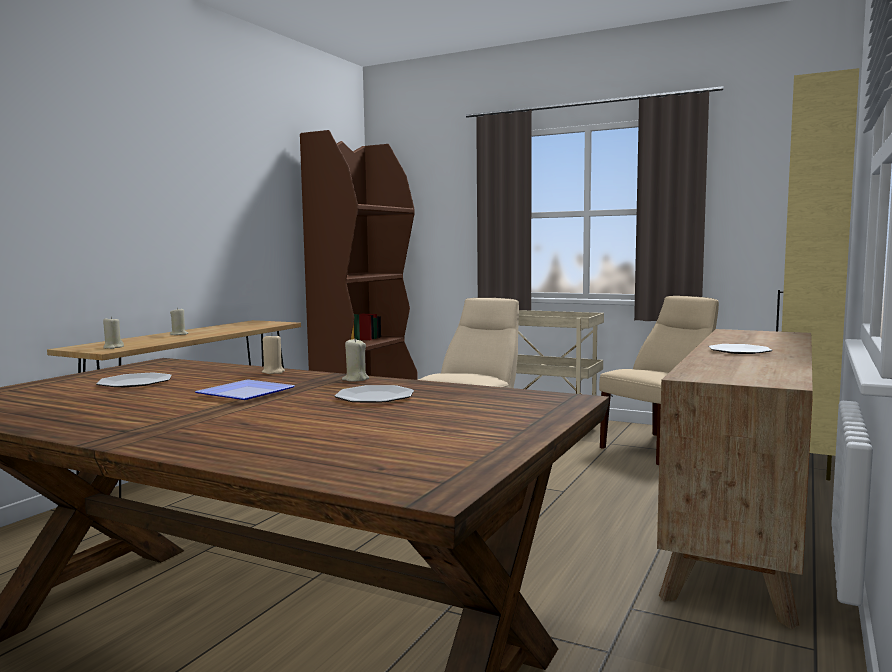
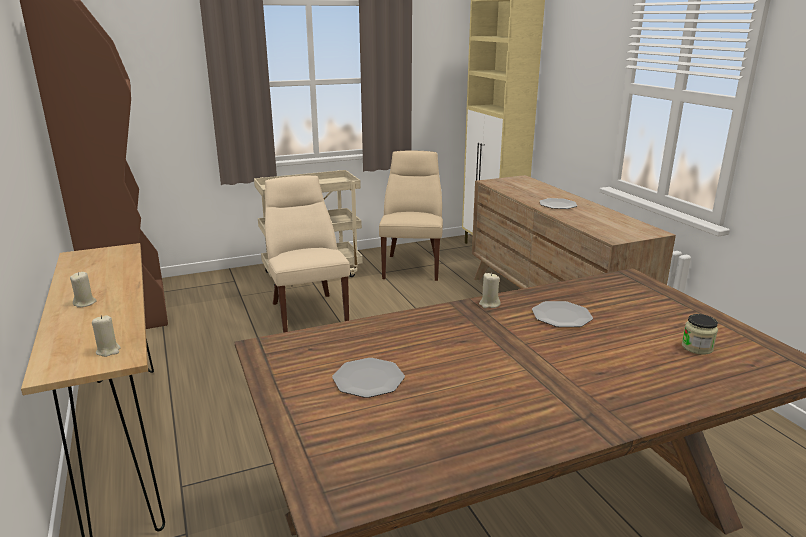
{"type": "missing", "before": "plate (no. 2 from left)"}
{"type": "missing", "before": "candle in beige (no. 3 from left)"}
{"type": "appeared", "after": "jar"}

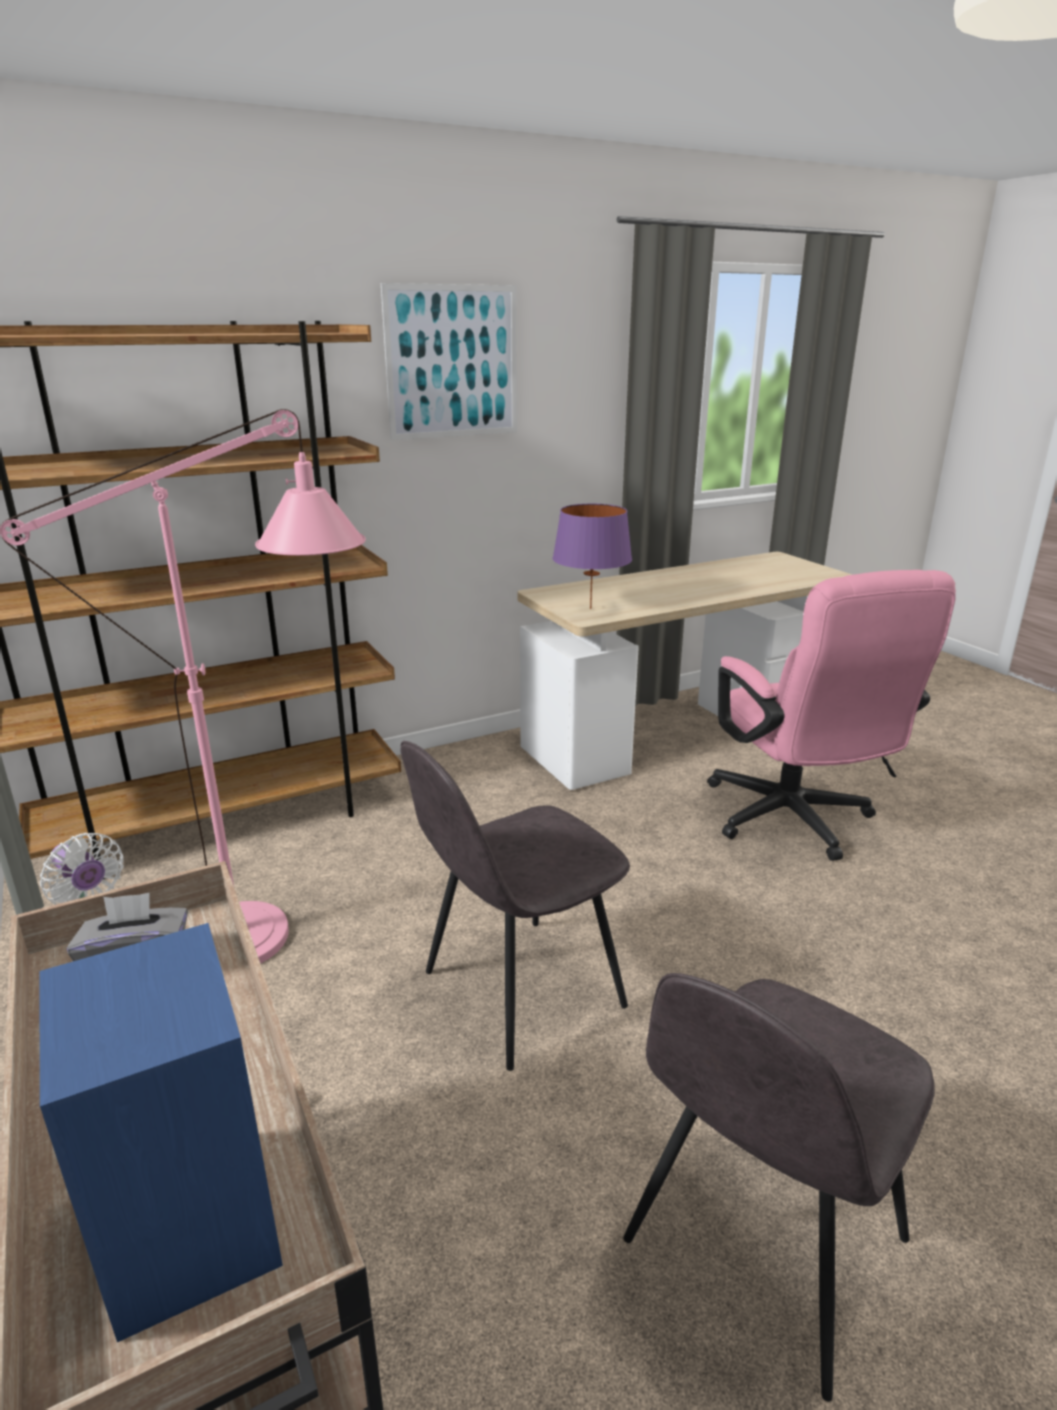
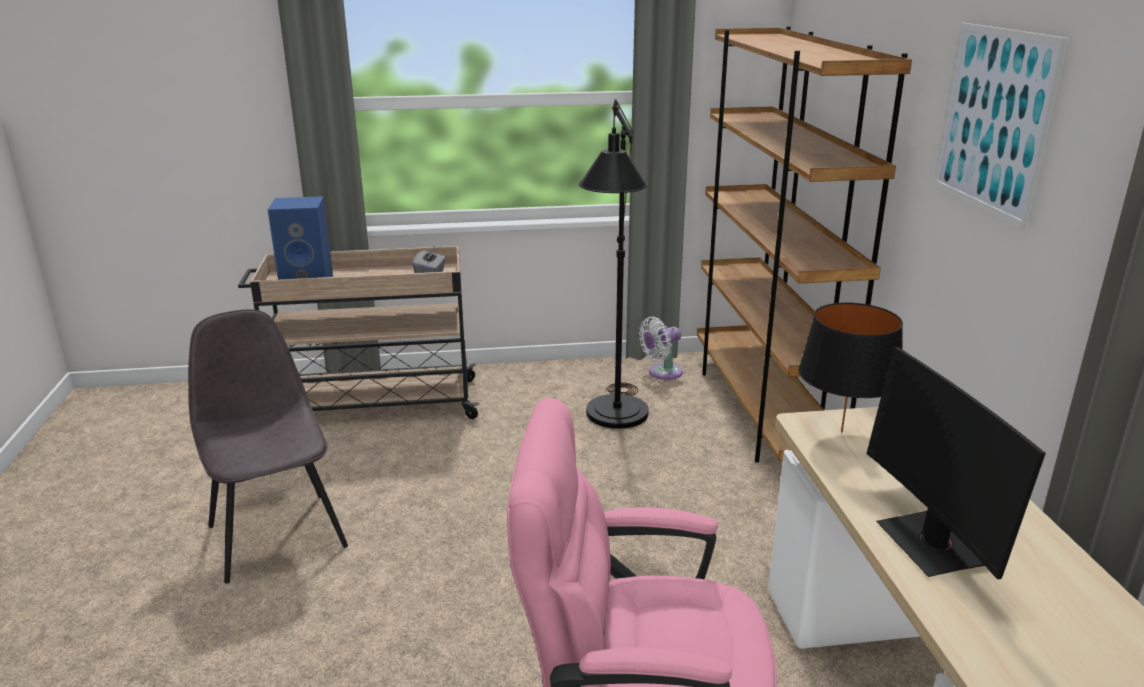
{"type": "missing", "before": "chair in grey (no. 1 from left)"}
{"type": "appeared", "after": "monitor"}
{"type": "colour", "before": "floor lamp in pink", "after": "floor lamp in black"}
{"type": "colour", "before": "table lamp in purple", "after": "table lamp in black"}

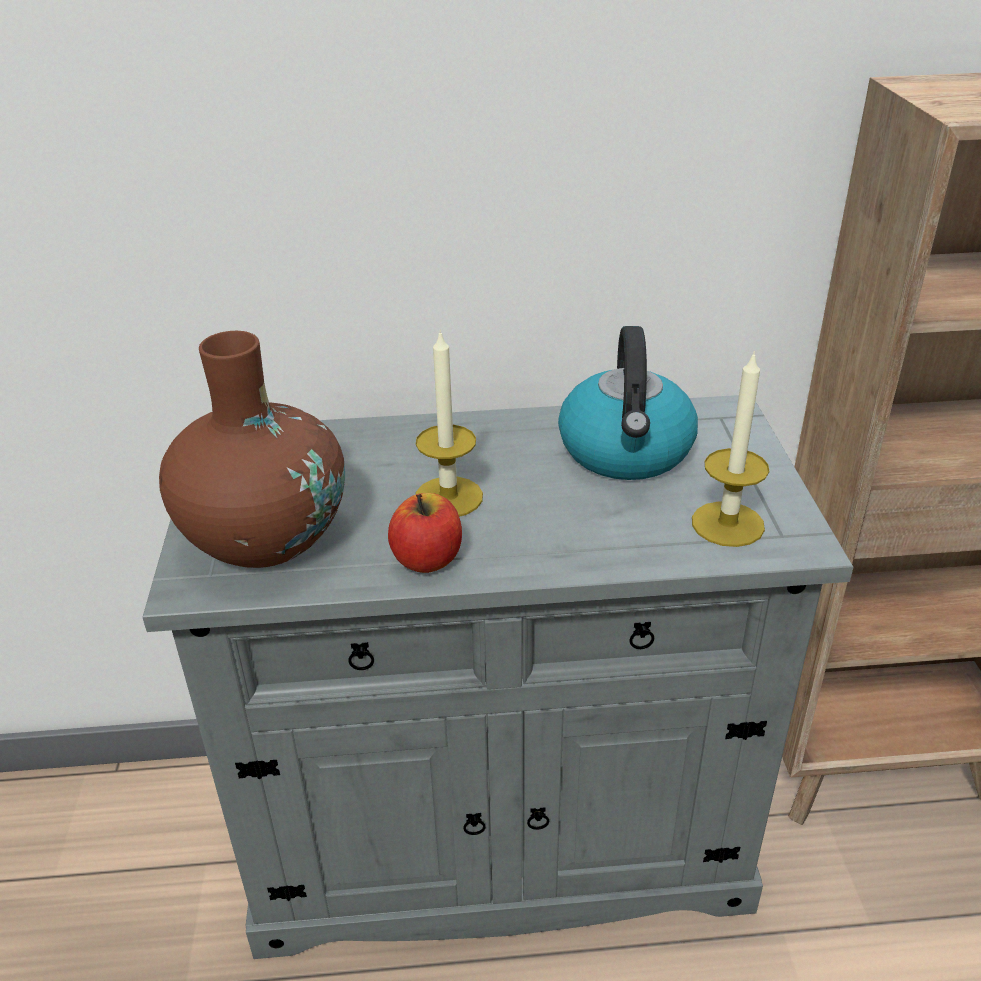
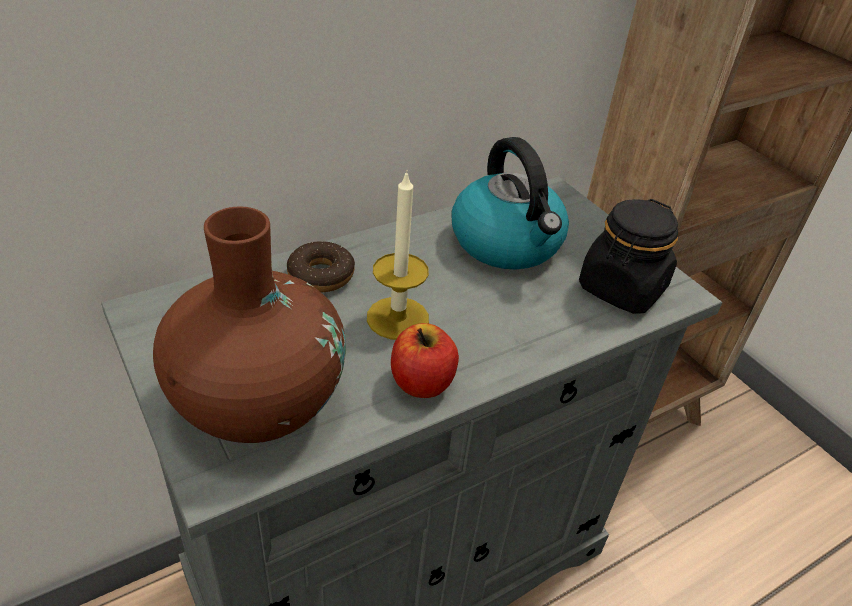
{"type": "appeared", "after": "donut"}
{"type": "exchanged", "before": "candle (no. 2 from left)", "after": "jar in black"}

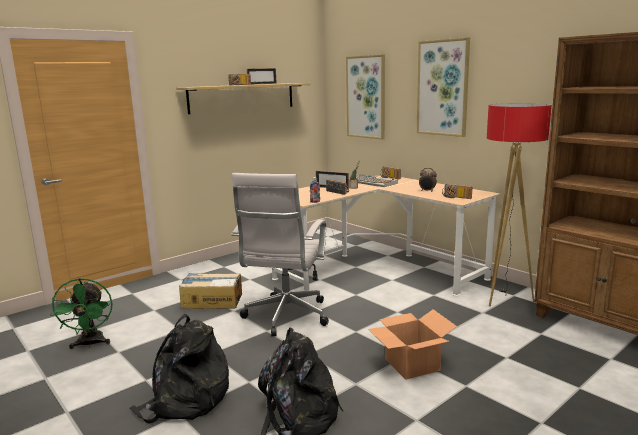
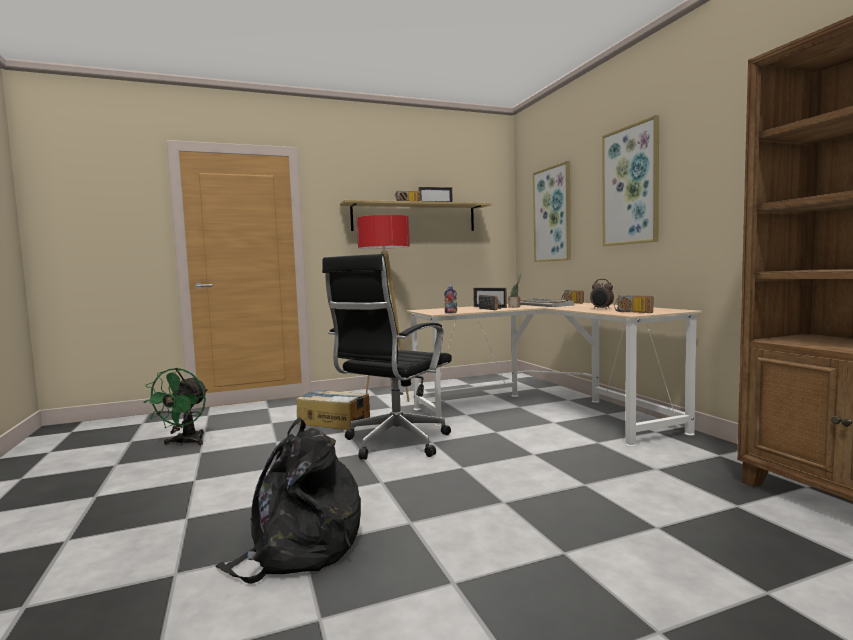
{"type": "missing", "before": "backpack in black (no. 1 from left)"}
{"type": "missing", "before": "cardboard box (no. 2 from left)"}
{"type": "relocated", "before": "floor lamp"}
{"type": "colour", "before": "office chair in white", "after": "office chair in black"}

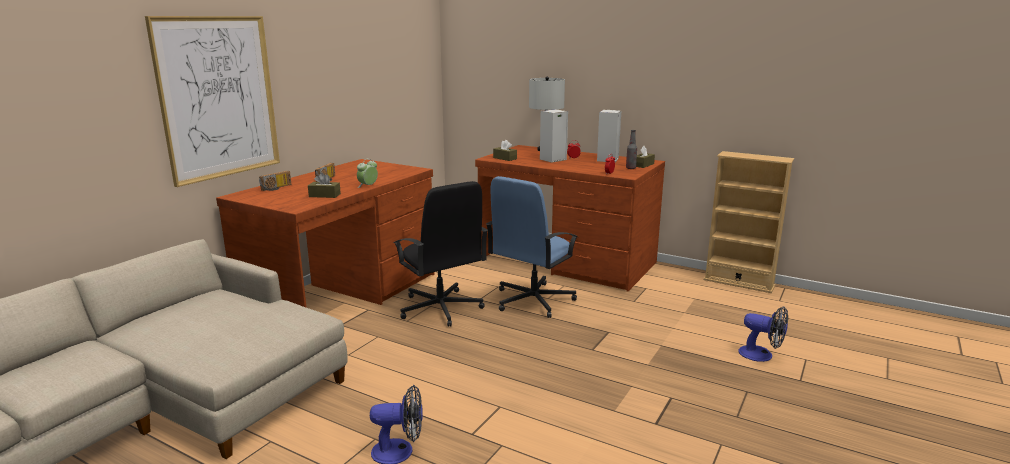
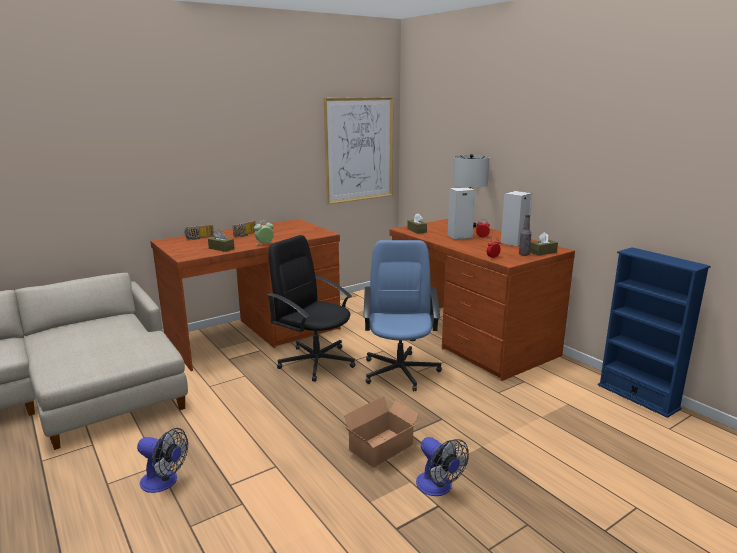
{"type": "appeared", "after": "cardboard box"}
{"type": "relocated", "before": "picture"}
{"type": "relocated", "before": "fan (no. 2 from left)"}
{"type": "colour", "before": "bookcase in beige", "after": "bookcase in blue"}
{"type": "spun", "before": "office chair in black", "turn": 135}
{"type": "spun", "before": "office chair in blue", "turn": 120}

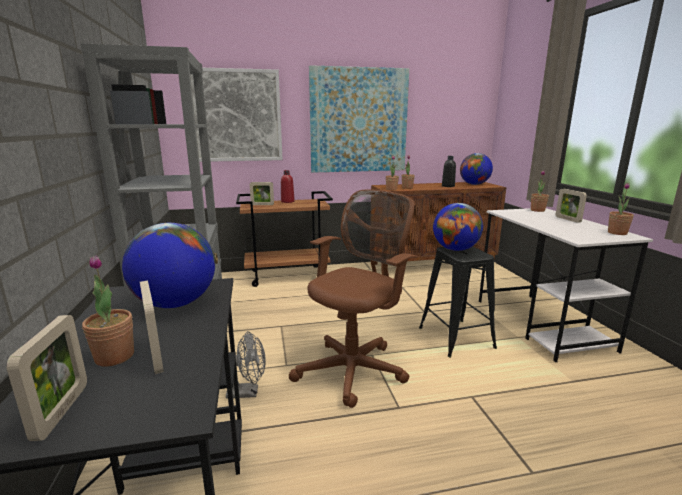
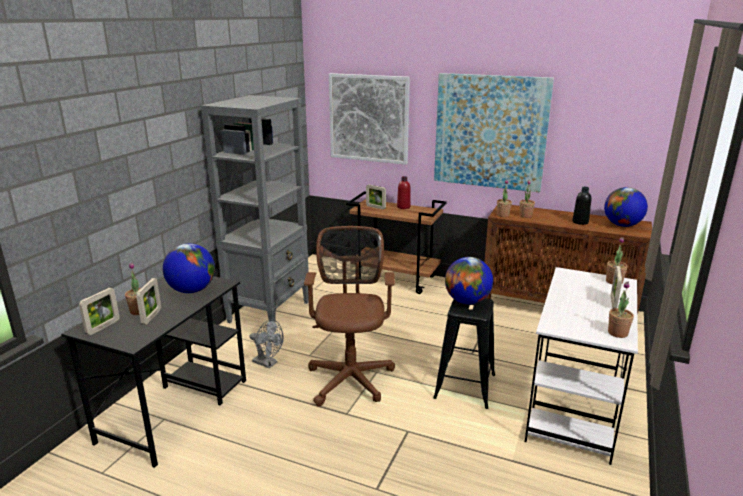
{"type": "spun", "before": "office chair in brown", "turn": -75}

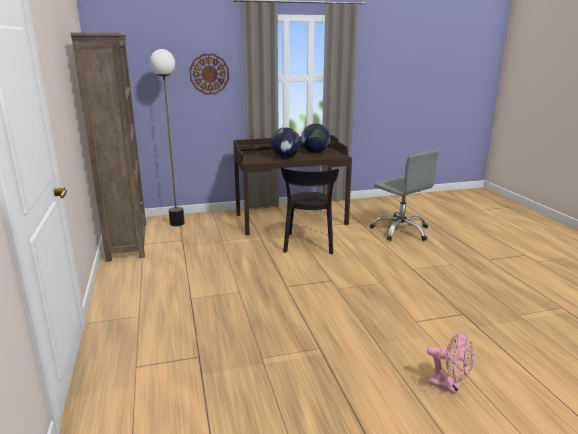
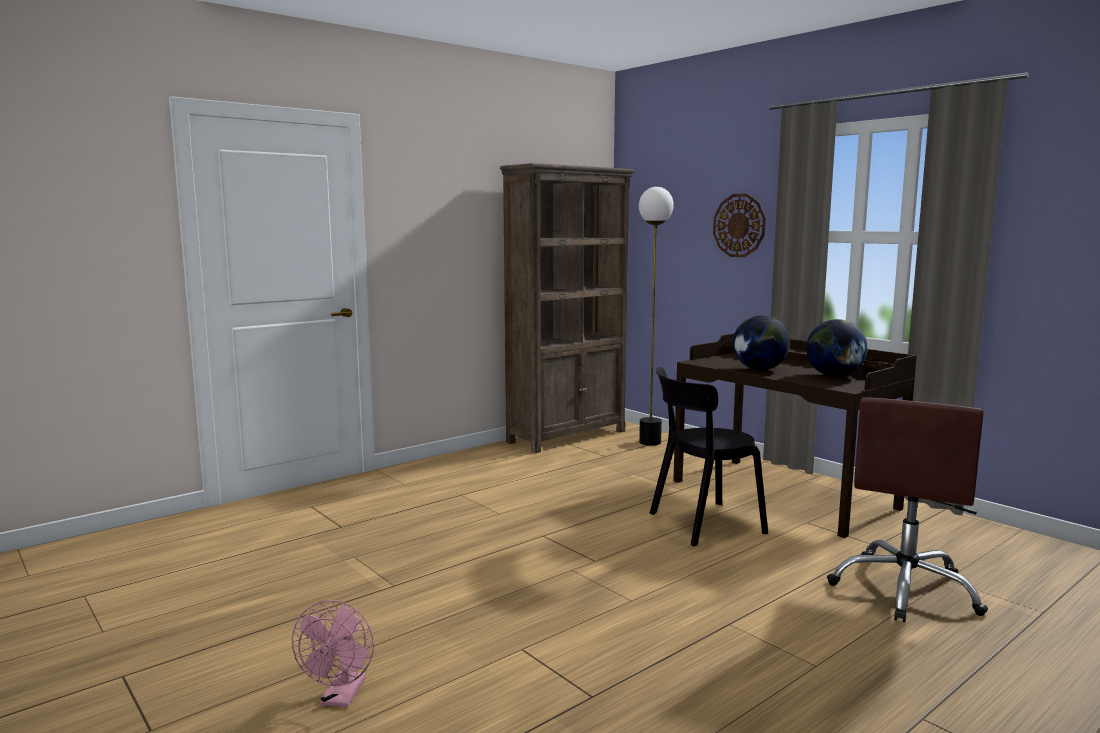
{"type": "colour", "before": "office chair in grey", "after": "office chair in brown"}

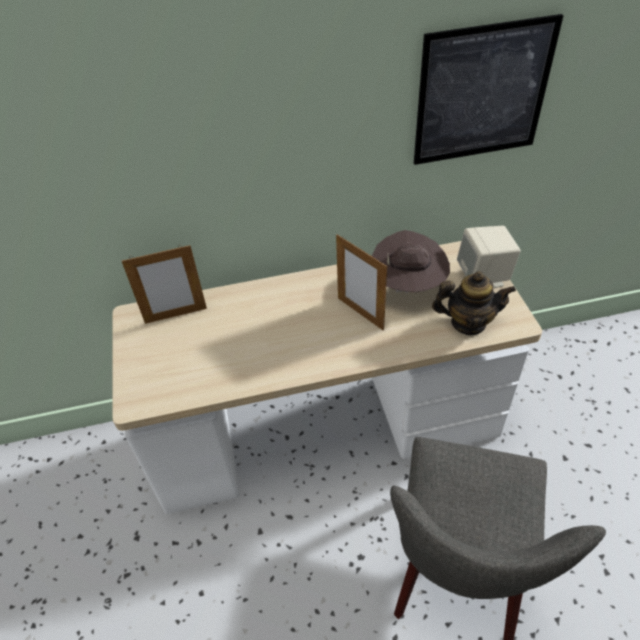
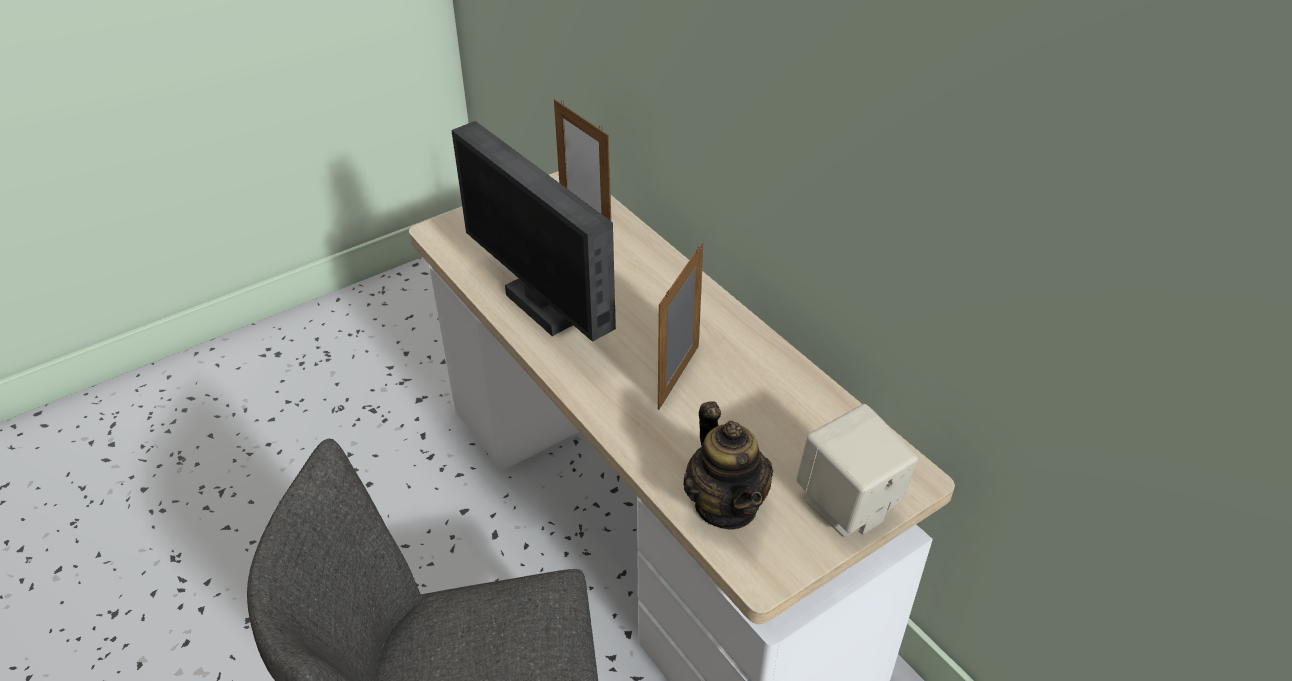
{"type": "missing", "before": "hat in brown"}
{"type": "missing", "before": "picture"}
{"type": "appeared", "after": "monitor"}

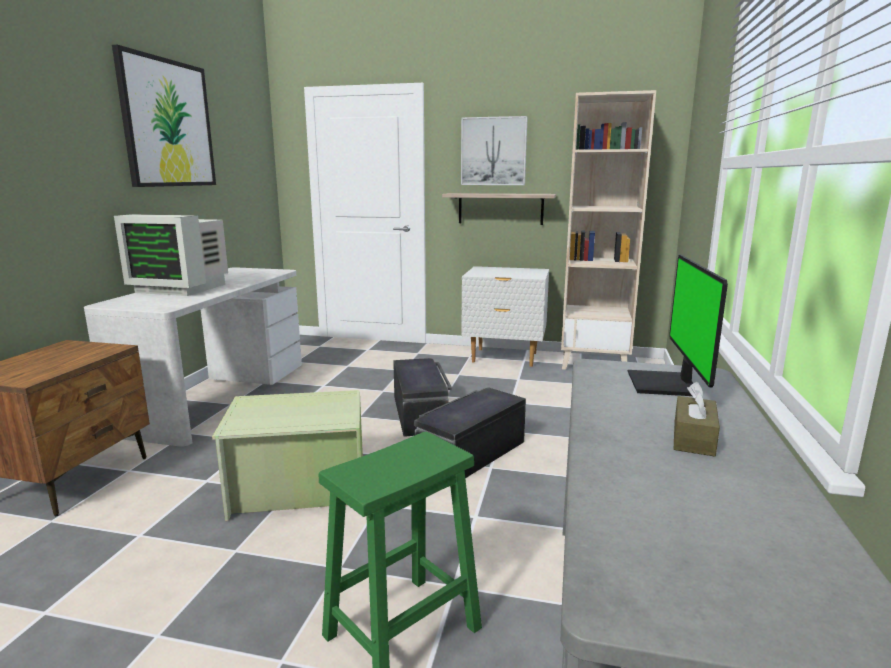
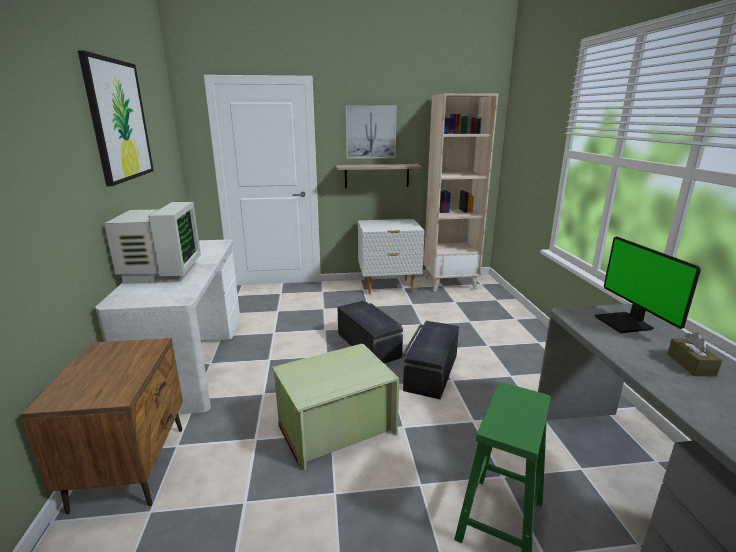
{"type": "spun", "before": "monitor (no. 1 from left)", "turn": -90}

